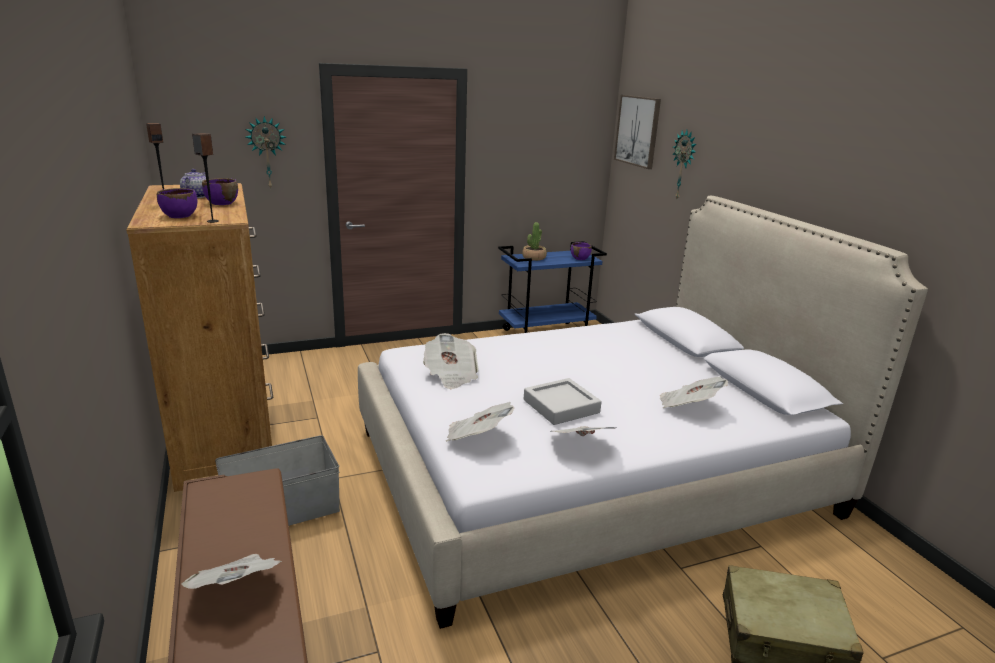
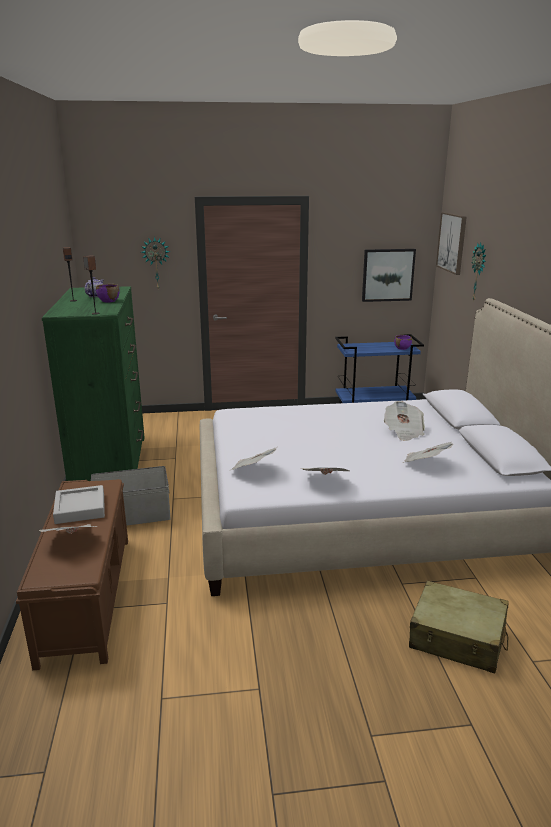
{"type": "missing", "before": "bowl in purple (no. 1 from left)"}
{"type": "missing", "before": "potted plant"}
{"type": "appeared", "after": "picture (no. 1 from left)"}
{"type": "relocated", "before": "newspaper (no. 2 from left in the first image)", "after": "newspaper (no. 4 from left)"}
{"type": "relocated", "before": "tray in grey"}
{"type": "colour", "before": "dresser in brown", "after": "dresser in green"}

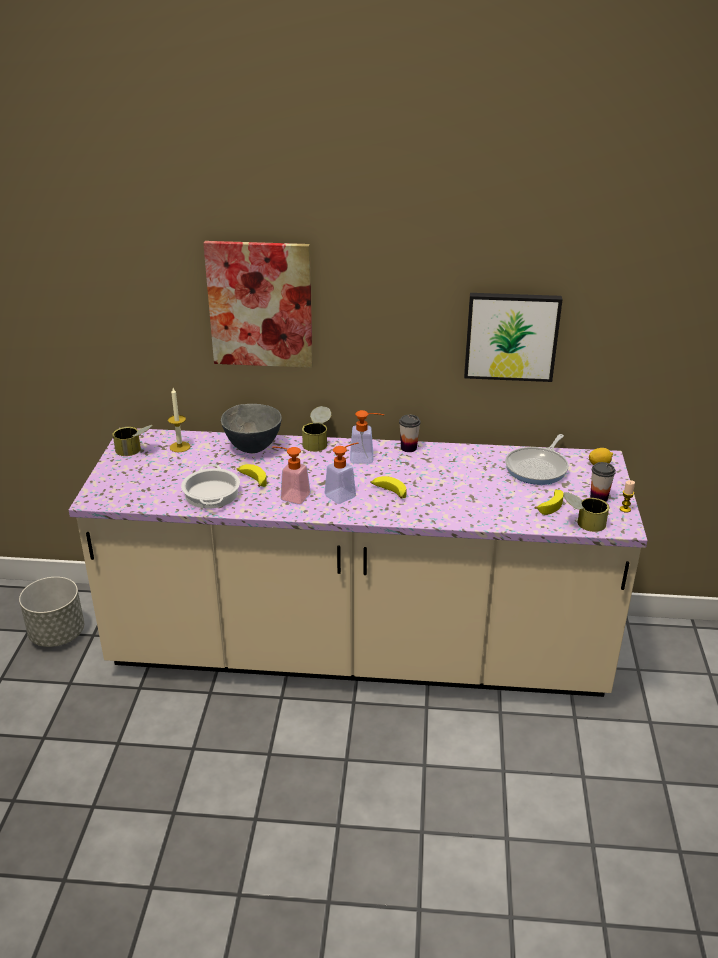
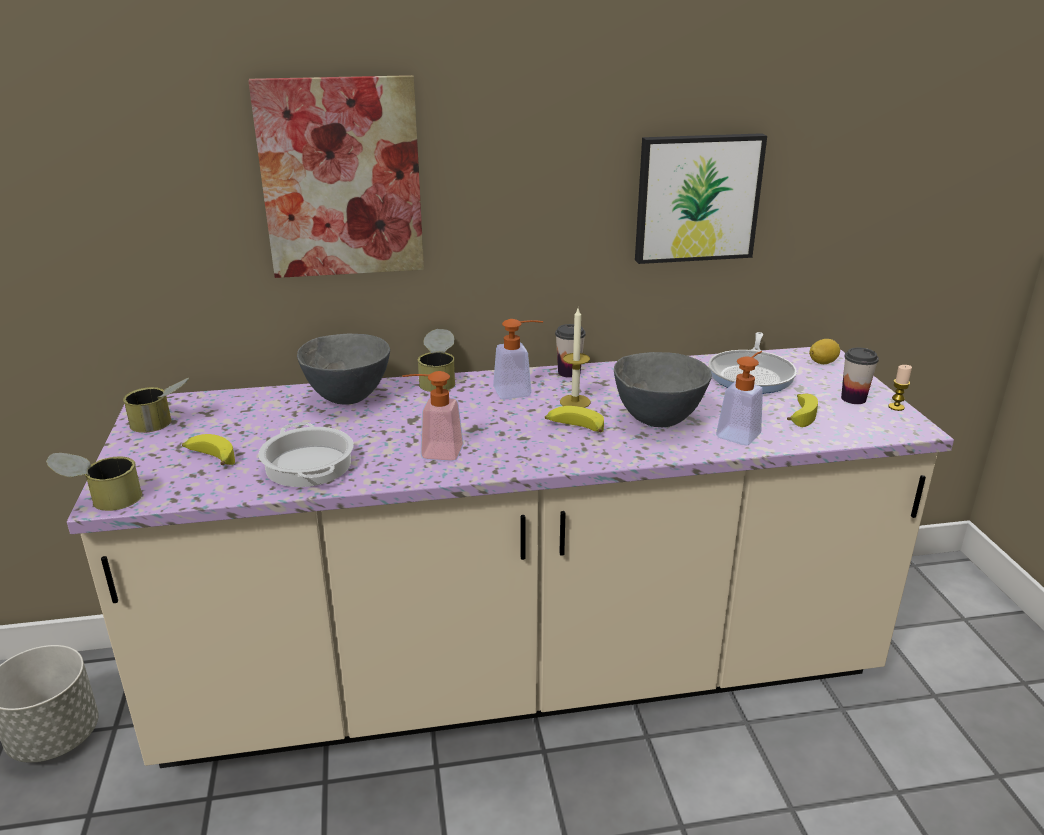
{"type": "appeared", "after": "bowl in grey (no. 2 from left)"}
{"type": "relocated", "before": "candle (no. 1 from left)"}
{"type": "relocated", "before": "banana (no. 1 from left)"}
{"type": "relocated", "before": "soap dispenser (no. 2 from left in the first image)", "after": "soap dispenser (no. 3 from left)"}
{"type": "relocated", "before": "can (no. 3 from left in the first image)", "after": "can (no. 1 from left)"}

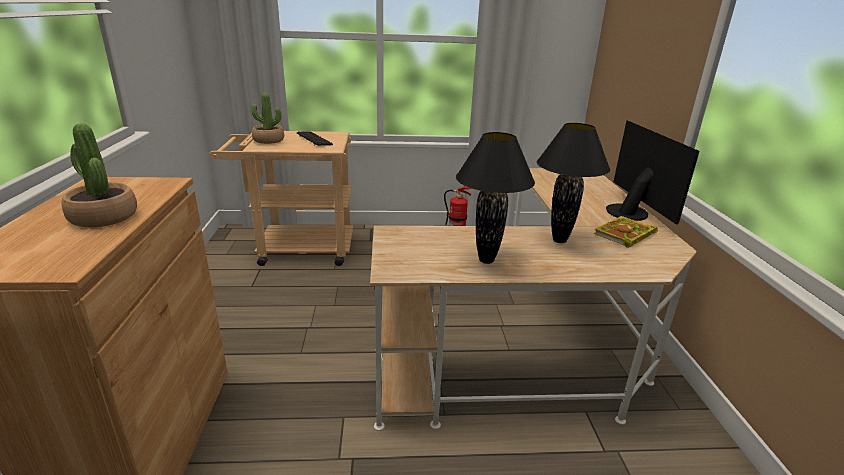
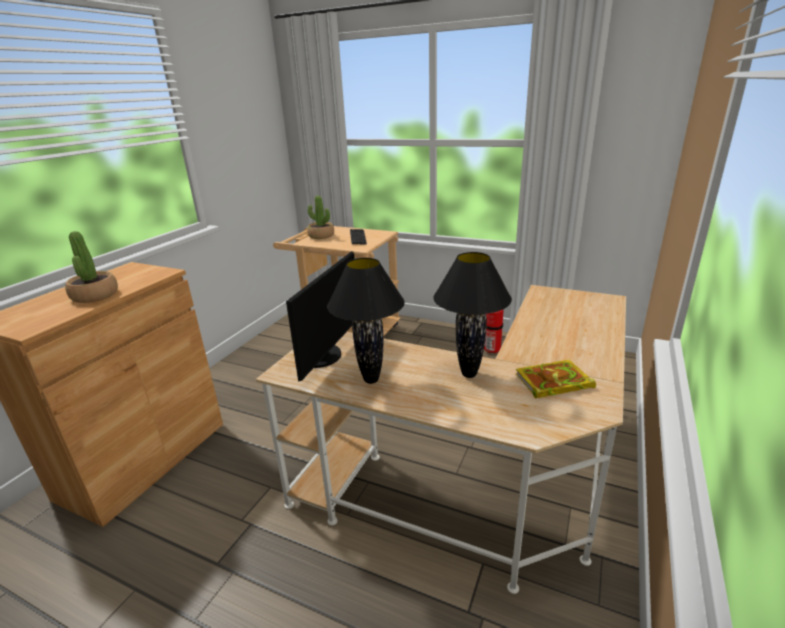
{"type": "relocated", "before": "monitor"}

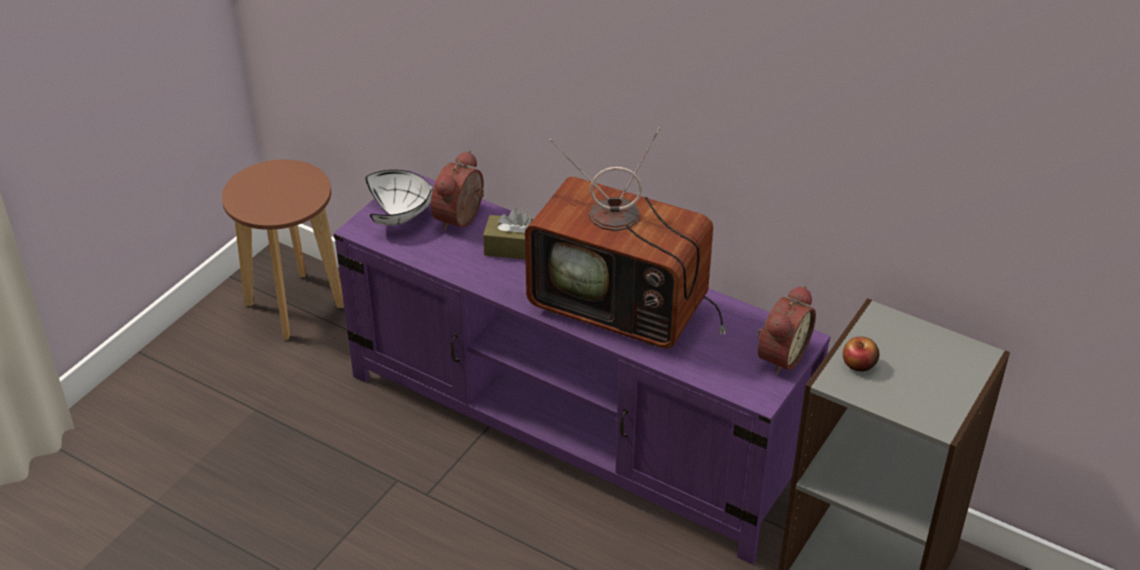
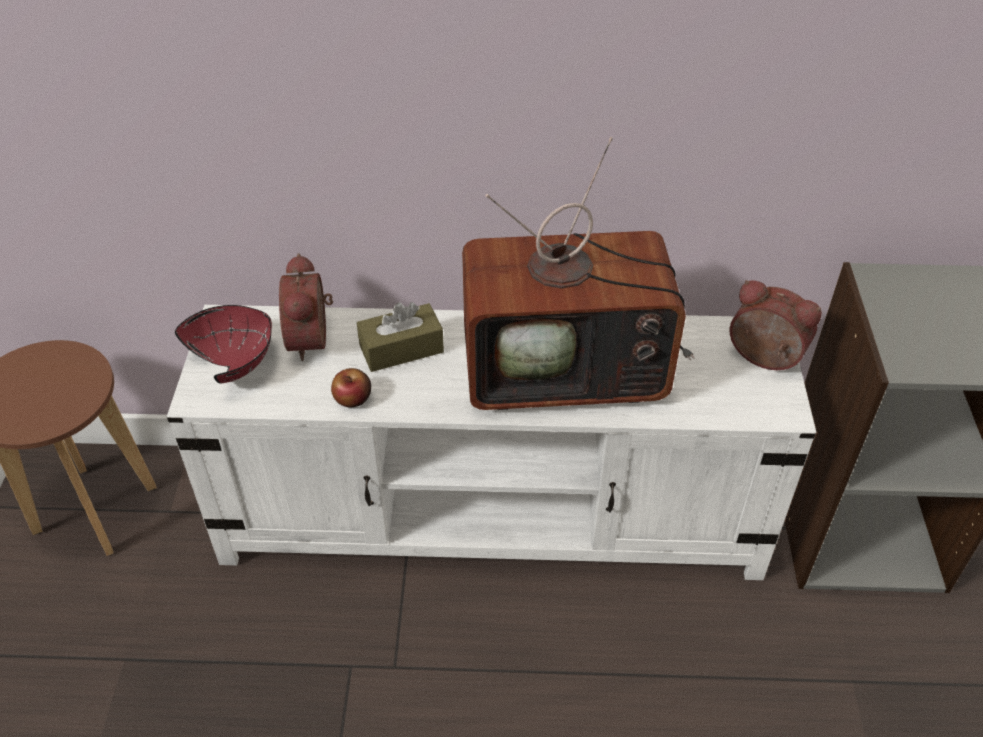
{"type": "relocated", "before": "apple"}
{"type": "colour", "before": "tv stand in purple", "after": "tv stand in white"}
{"type": "colour", "before": "bowl in white", "after": "bowl in red"}
{"type": "spun", "before": "alarm clock (no. 2 from left)", "turn": -60}

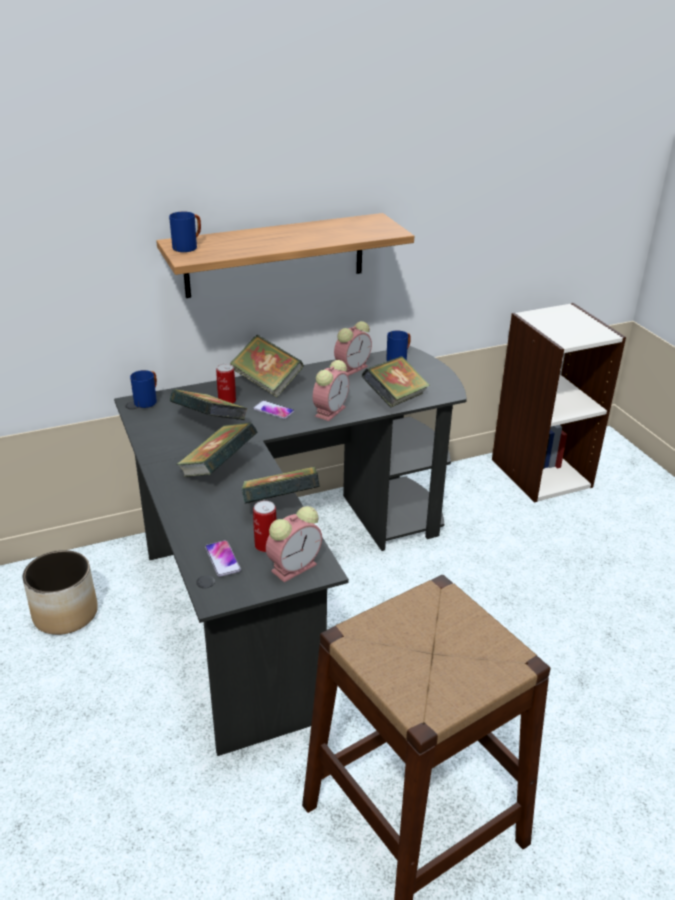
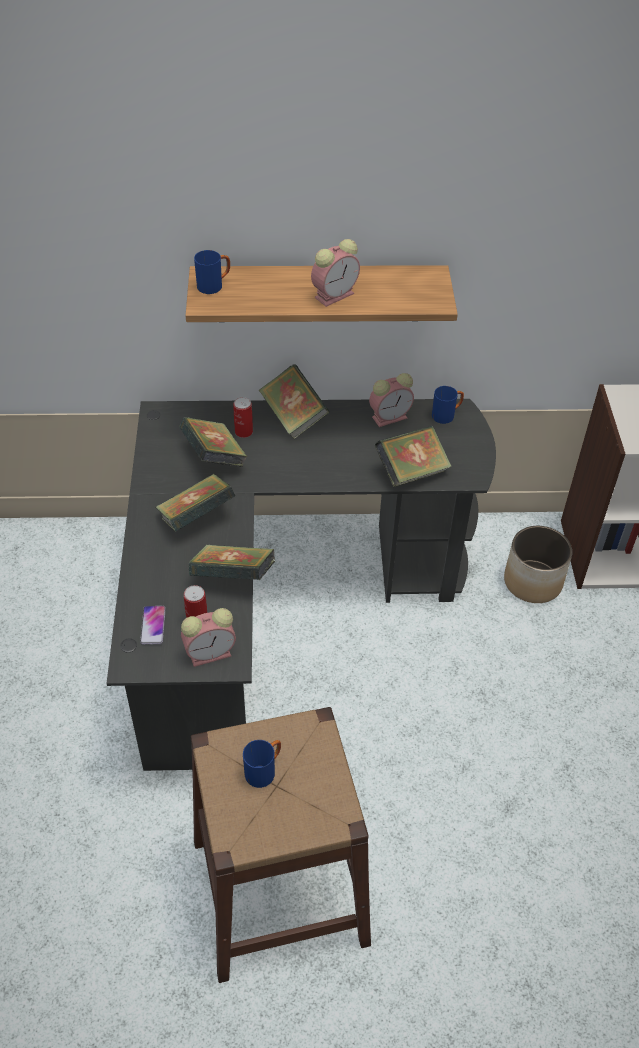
{"type": "missing", "before": "phone (no. 2 from left)"}
{"type": "relocated", "before": "planter"}
{"type": "relocated", "before": "mug in blue (no. 1 from left in the first image)", "after": "mug in blue (no. 2 from left)"}
{"type": "relocated", "before": "alarm clock (no. 2 from left)"}

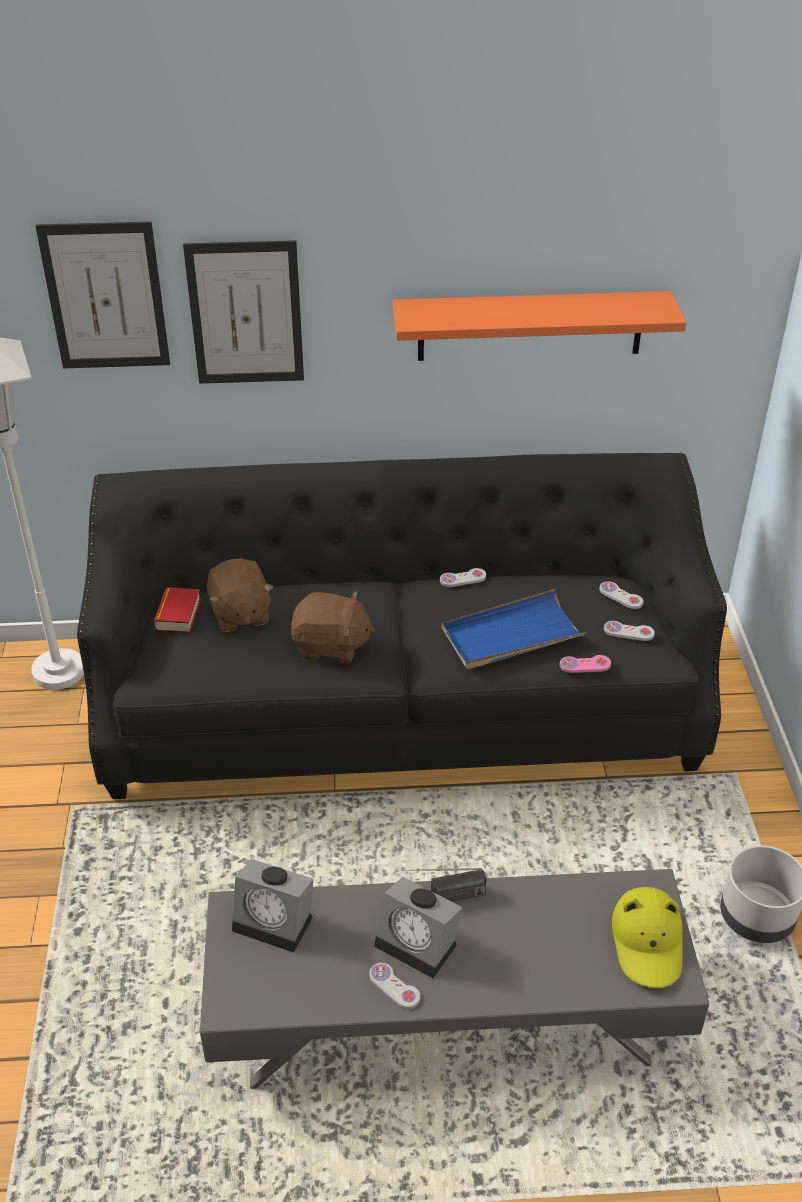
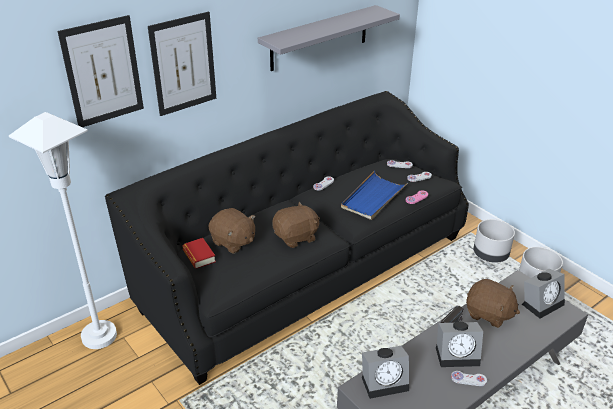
{"type": "appeared", "after": "plush toy in brown (no. 3 from left)"}
{"type": "appeared", "after": "planter in grey (no. 1 from left)"}
{"type": "exchanged", "before": "hat in yellow", "after": "alarm clock (no. 3 from left)"}
{"type": "colour", "before": "shelf in orange", "after": "shelf in grey"}

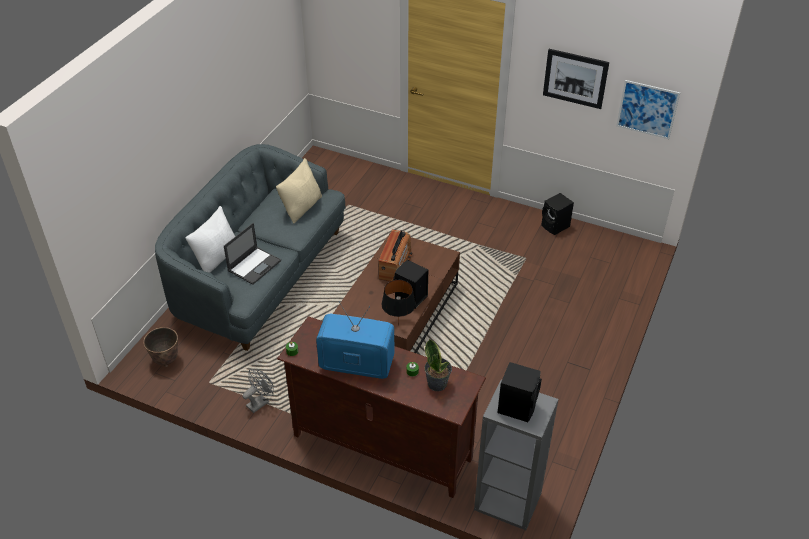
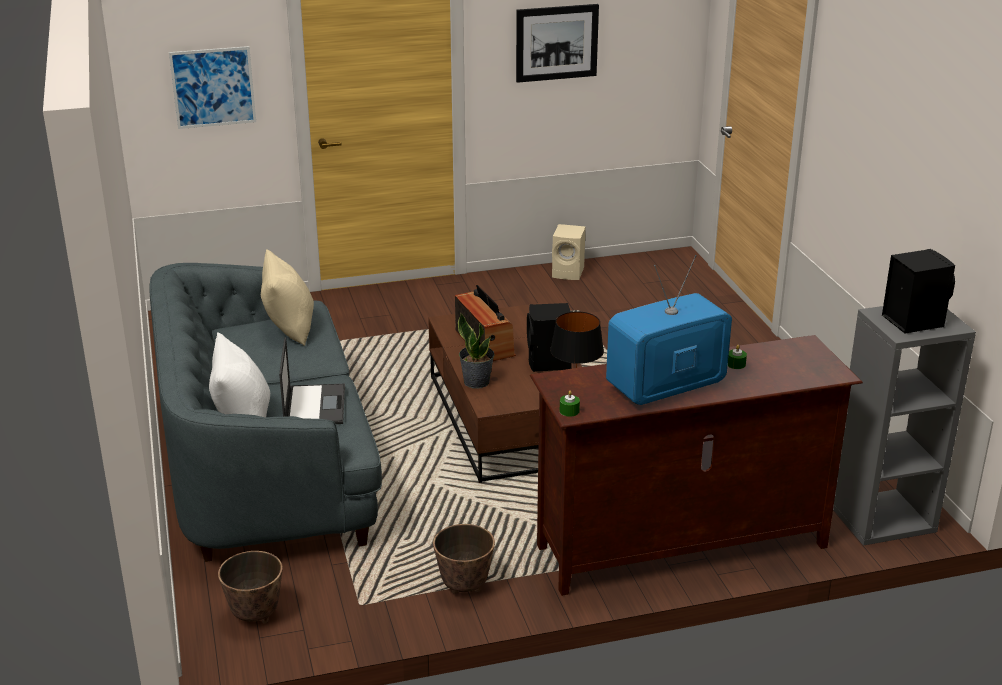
{"type": "relocated", "before": "potted plant"}
{"type": "relocated", "before": "picture (no. 2 from left in the first image)", "after": "picture (no. 1 from left)"}
{"type": "exchanged", "before": "fan in grey", "after": "planter (no. 2 from left)"}
{"type": "colour", "before": "speaker in black (no. 3 from left)", "after": "speaker in beige"}

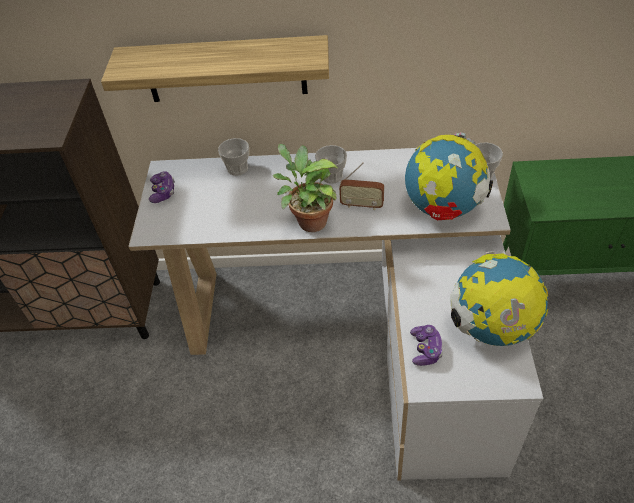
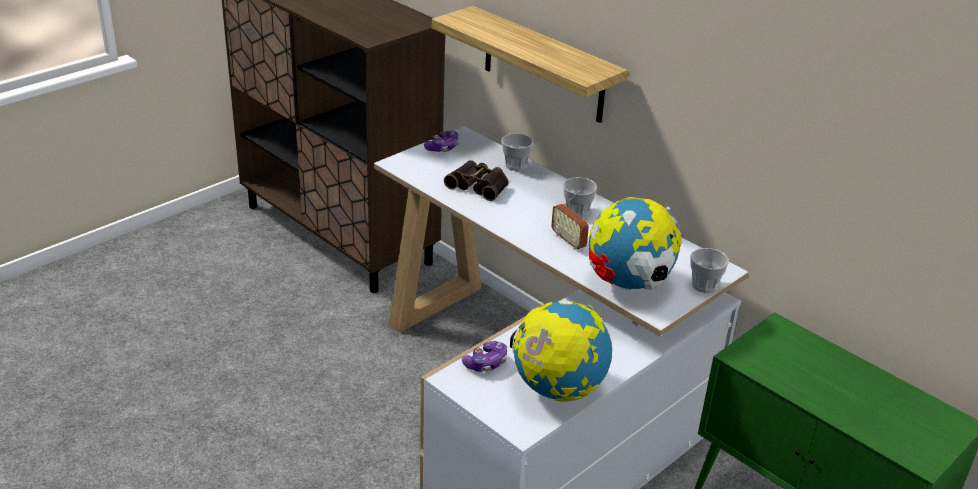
{"type": "missing", "before": "potted plant"}
{"type": "appeared", "after": "binoculars"}

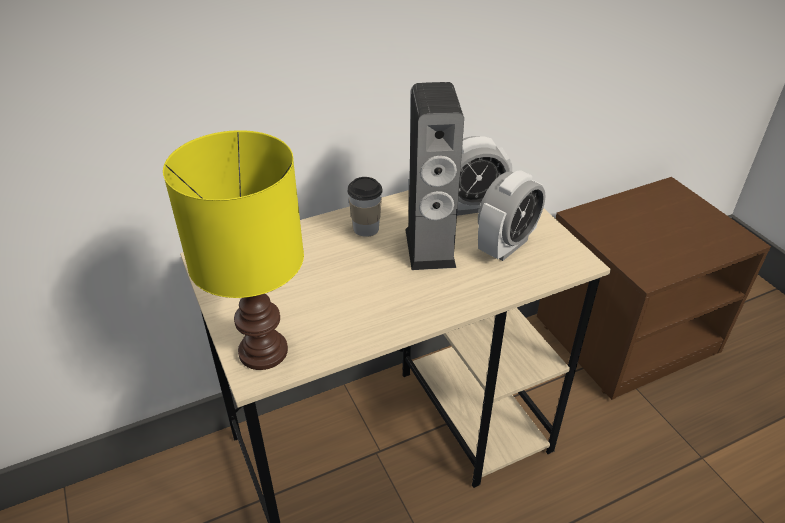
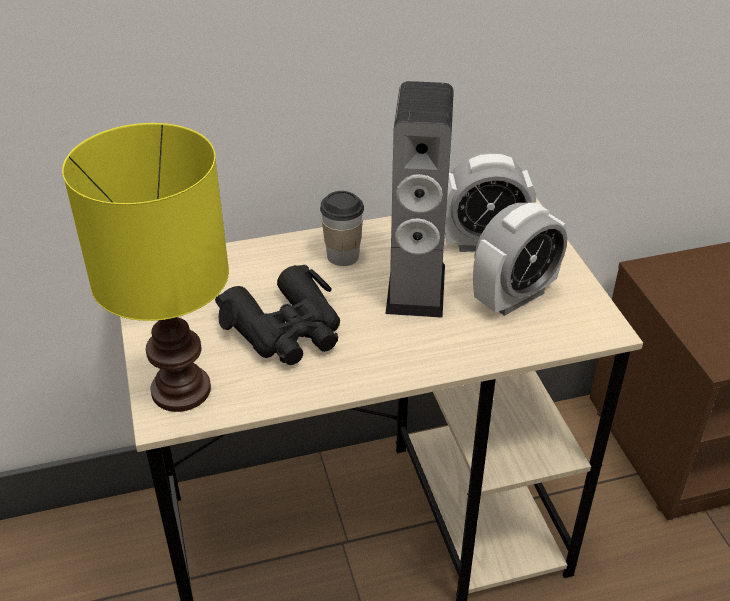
{"type": "appeared", "after": "binoculars in black"}

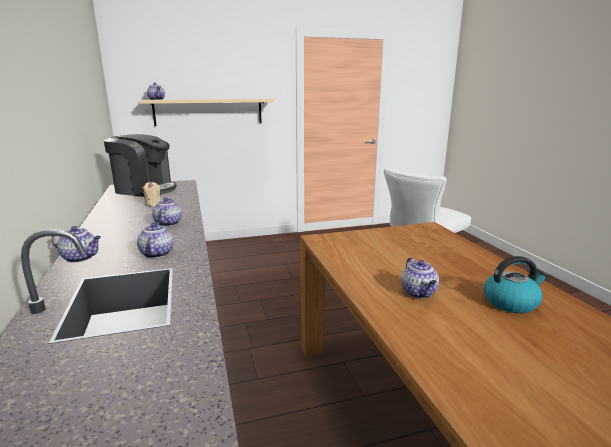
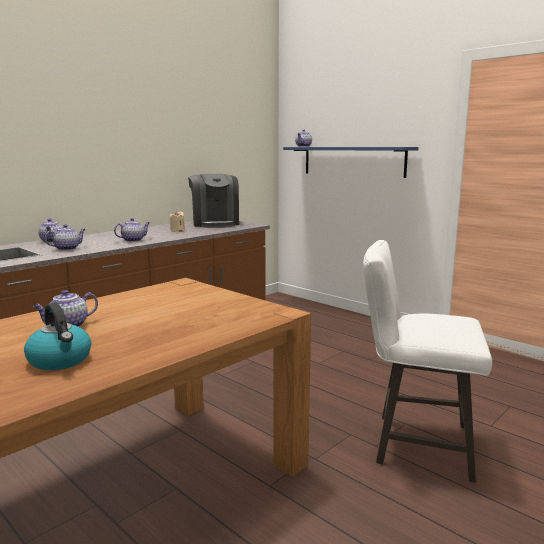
{"type": "colour", "before": "shelf in beige", "after": "shelf in blue"}

